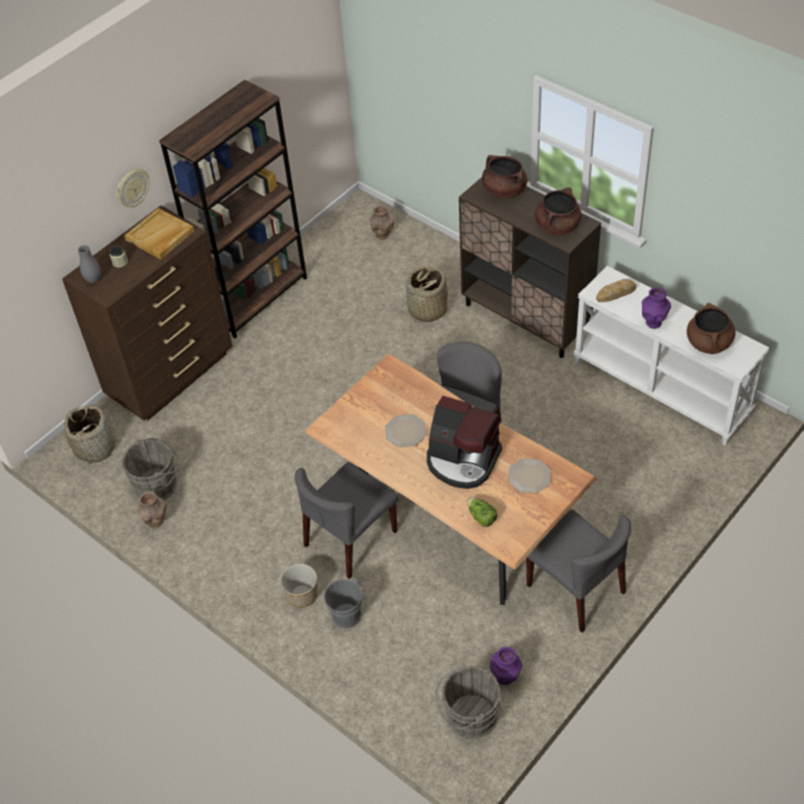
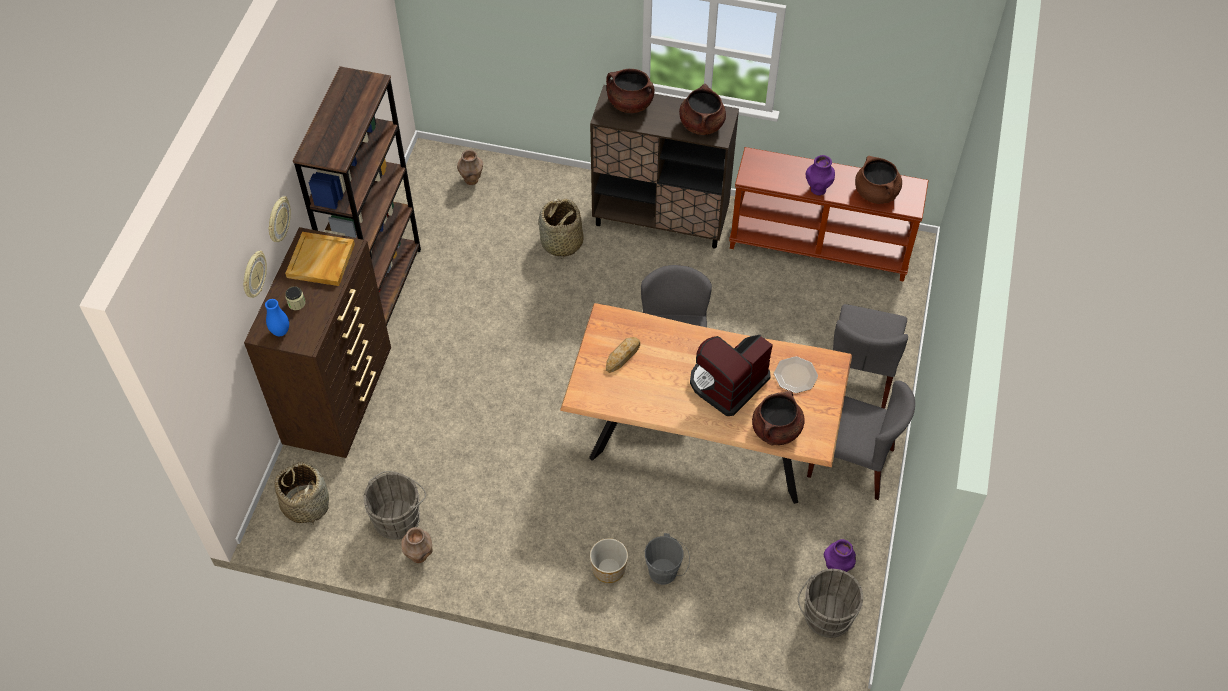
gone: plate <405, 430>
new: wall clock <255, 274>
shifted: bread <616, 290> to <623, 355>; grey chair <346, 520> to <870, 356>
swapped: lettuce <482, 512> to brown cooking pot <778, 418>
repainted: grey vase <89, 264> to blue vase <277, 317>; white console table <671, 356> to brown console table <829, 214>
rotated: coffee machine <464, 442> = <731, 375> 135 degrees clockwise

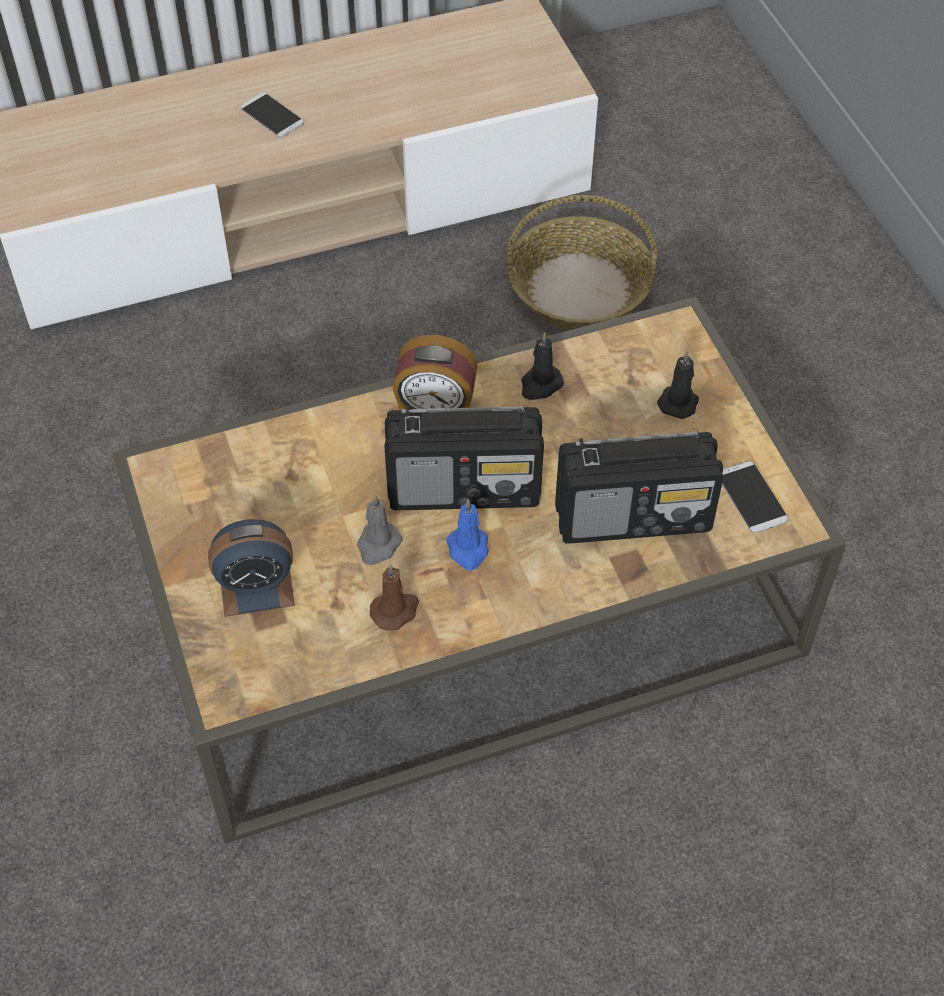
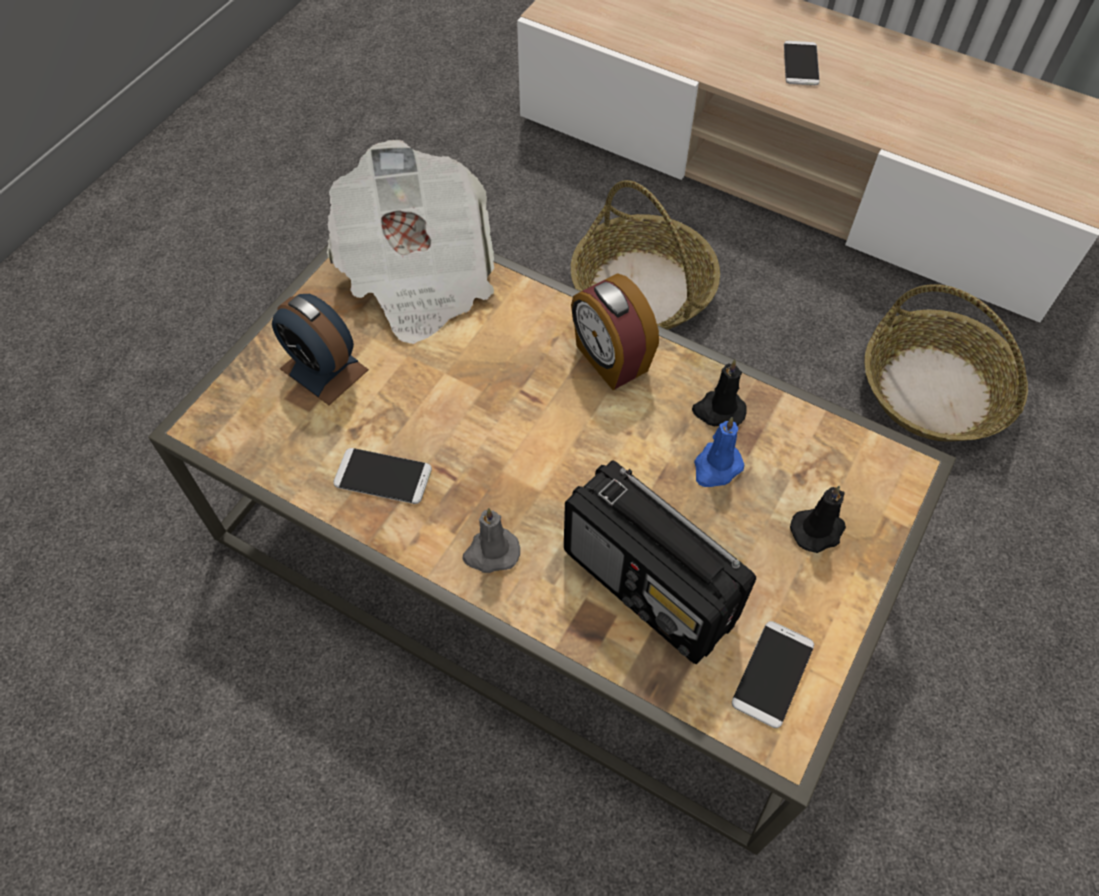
gone: radio <464, 458>
new: newspaper <410, 242>; basket <645, 255>
shifted: grey candle <379, 530> to <491, 540>; blue candle <467, 535> to <719, 452>
swapped: brown candle <394, 597> to phone <382, 476>

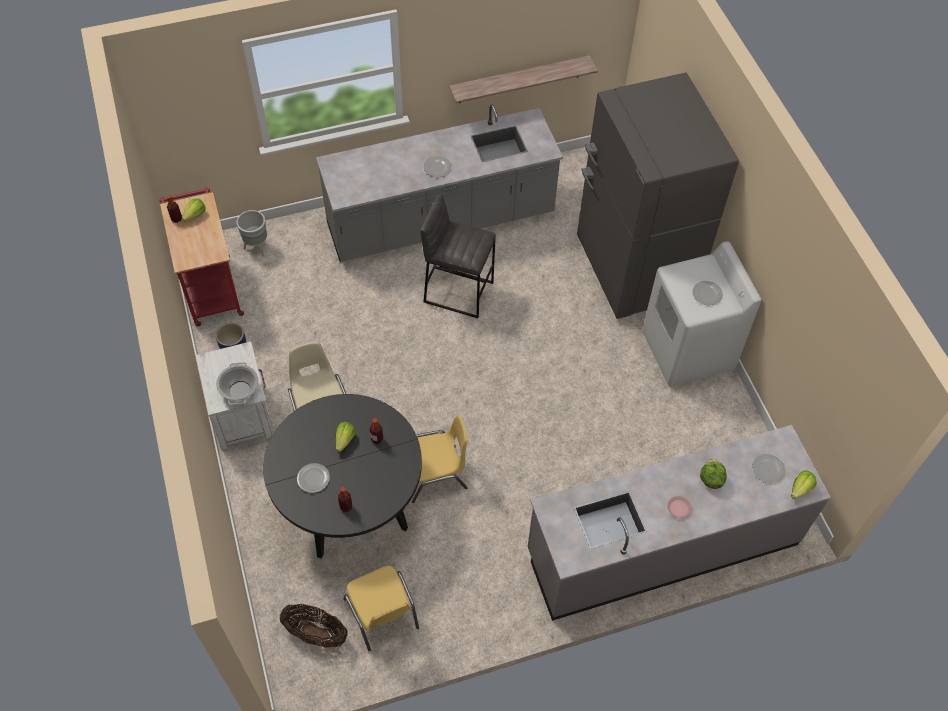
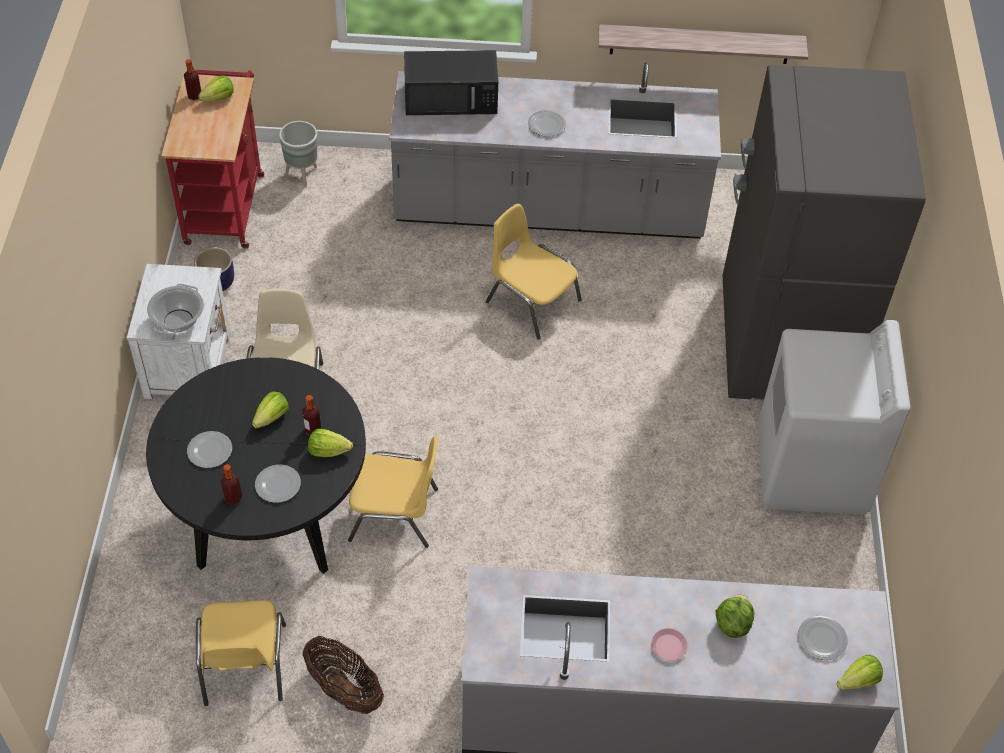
new: black microwave <451, 82>; lettuce <330, 443>
shifted: plate <707, 293> to <278, 483>; basket <314, 626> to <343, 675>
swapped: grey stool <458, 256> to yellow chair <534, 271>

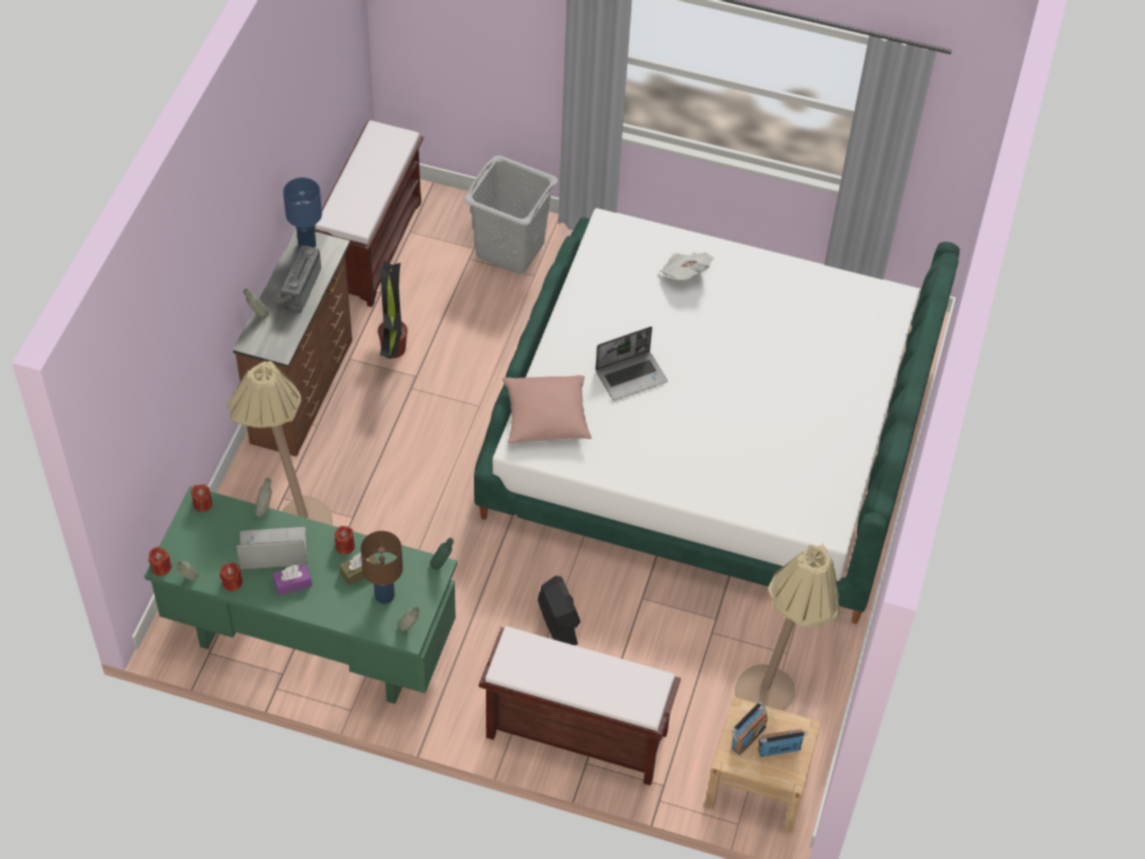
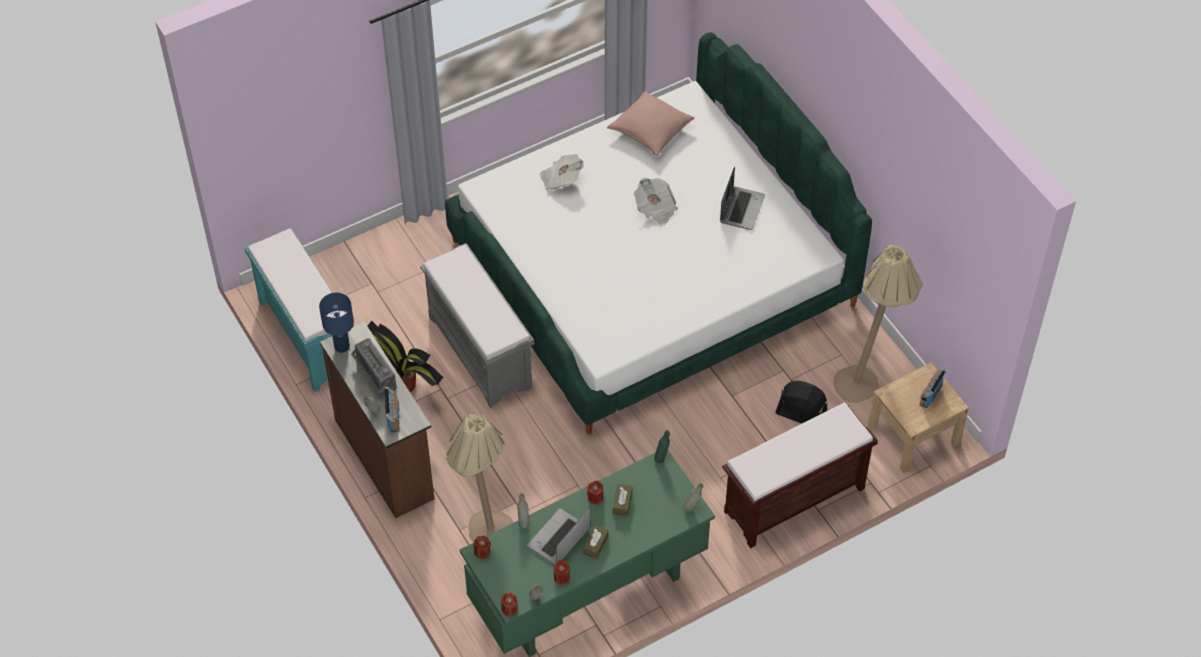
gone: grey laundry basket <511, 214>; brown table lamp <382, 567>
new: newspaper <656, 201>; grey bench <477, 325>
shifted: laptop <631, 363> to <742, 198>; pink pillow <547, 409> to <651, 123>; black fan <559, 610> to <801, 402>; radio <750, 728> to <392, 409>
repainted: brown bench <368, 213> to turquoise bench <299, 310>; purple tissue box <292, 580> to brown tissue box <595, 542>

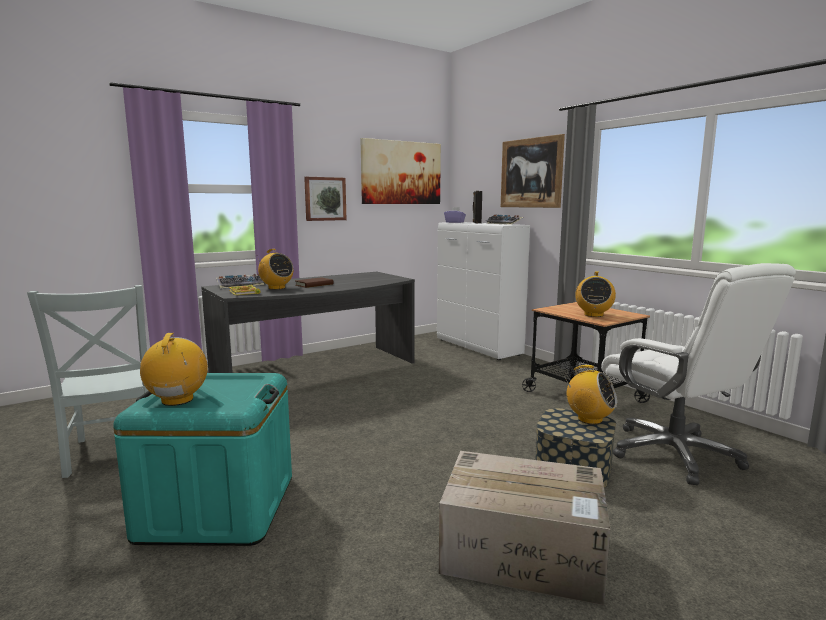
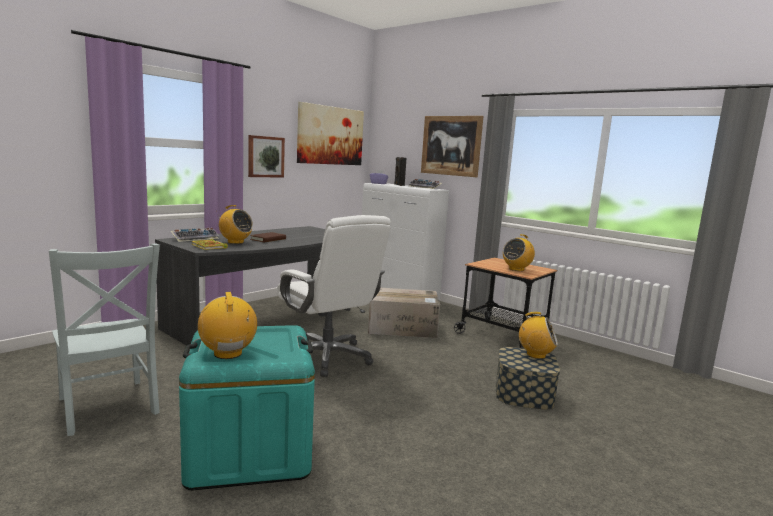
shifted: white office chair <698, 374> to <333, 296>; cardboard box <524, 528> to <404, 313>
rotated: radio <595, 294> = <519, 252> 45 degrees clockwise

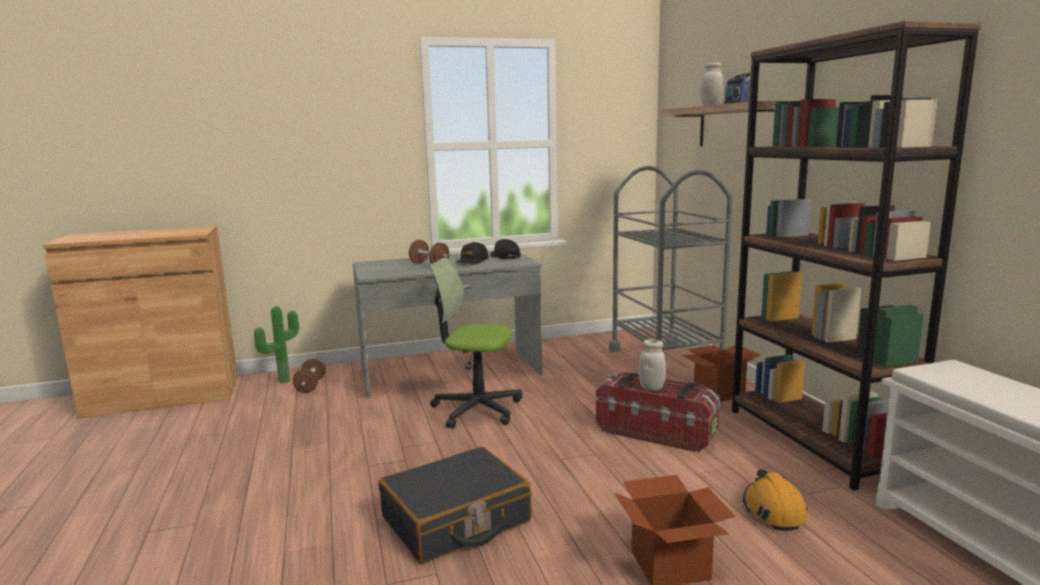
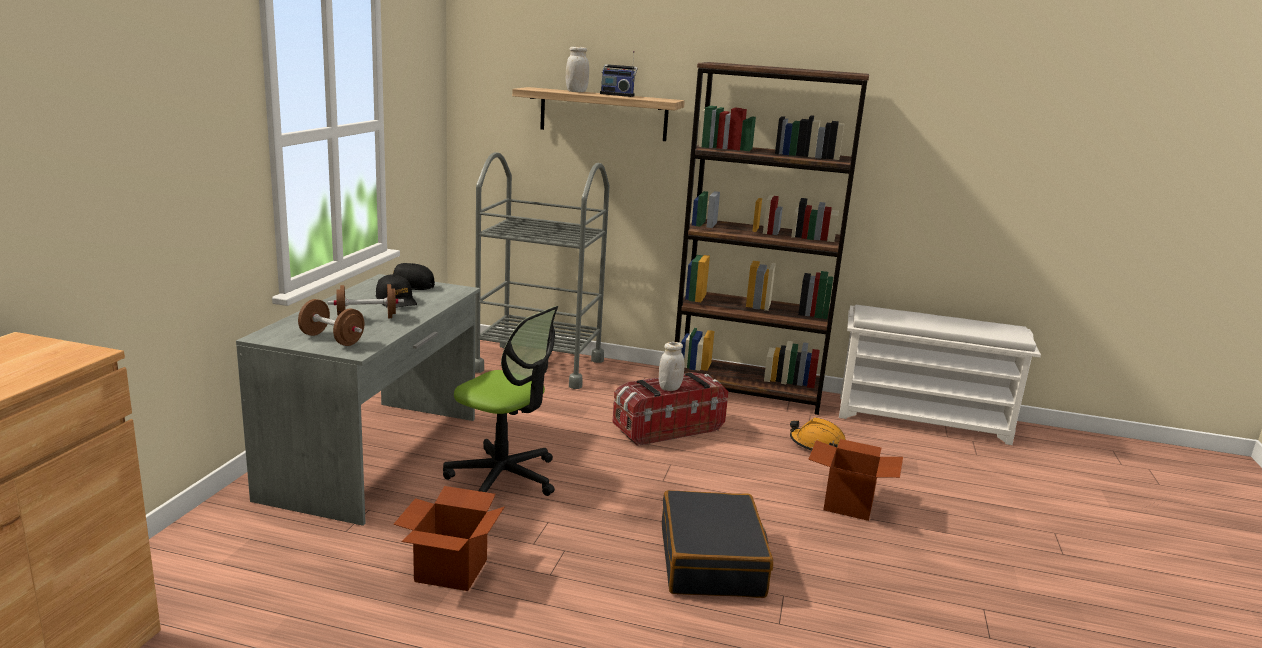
gone: potted plant <276, 345>
shifted: cardboard box <721, 373> to <449, 538>; brown dumbbell <309, 375> to <331, 322>
rotated: office chair <476, 343> = <500, 401> 105 degrees counterclockwise

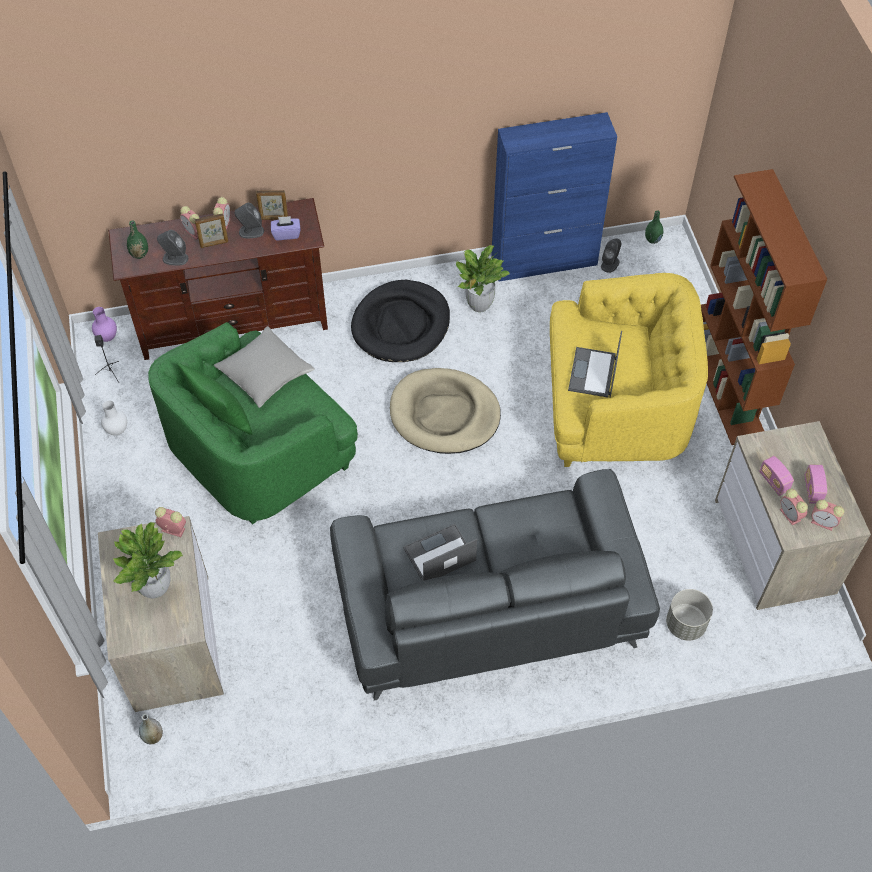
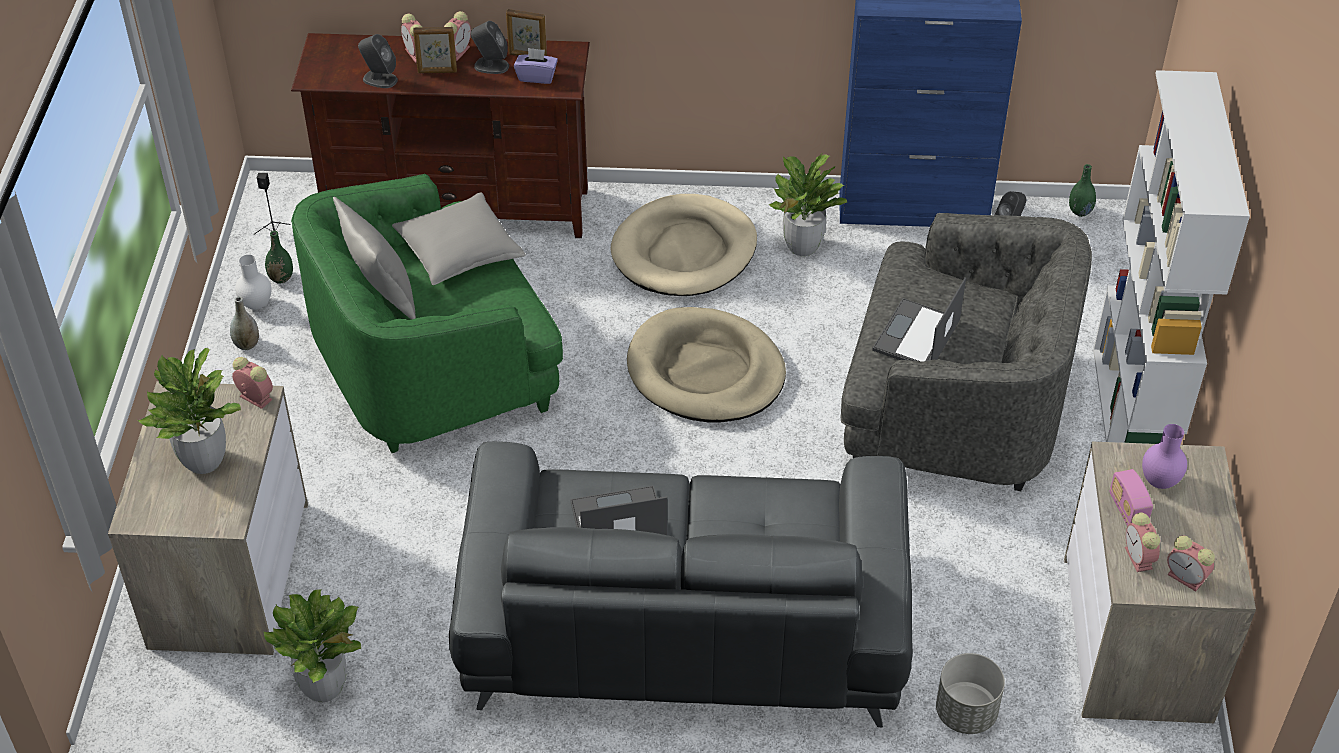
gone: radio <815, 484>
new: potted plant <312, 645>
shifted: green vase <137, 240> to <279, 257>; purple vase <104, 324> to <1164, 456>; grey vase <151, 729> to <244, 323>
repainted: brown bookcase <764, 307> to white bookcase <1171, 257>; yellow armchair <629, 370> to grey armchair <966, 352>; black dog bed <400, 321> to beige dog bed <683, 245>; green pillow <215, 399> to grey pillow <374, 258>

